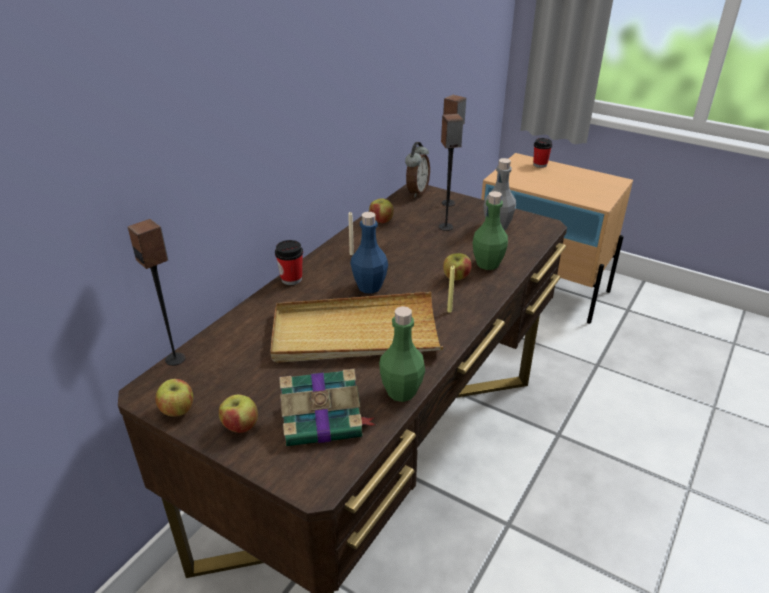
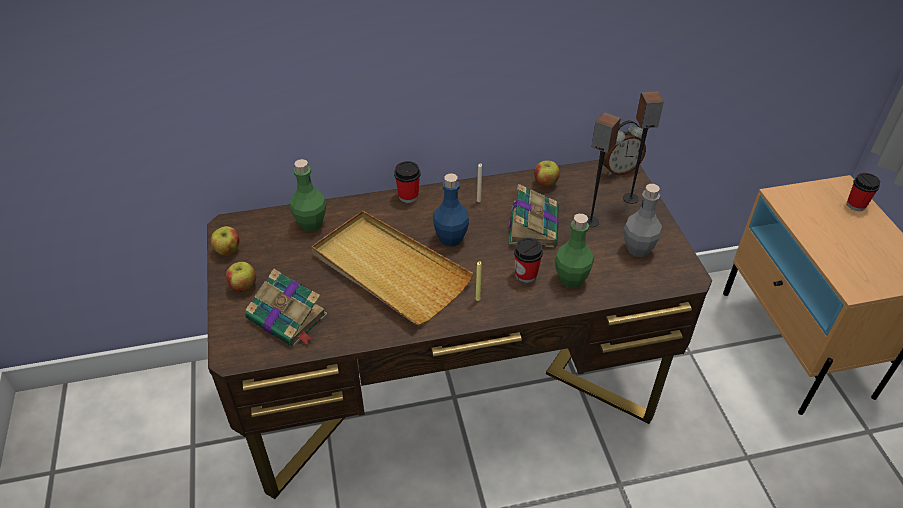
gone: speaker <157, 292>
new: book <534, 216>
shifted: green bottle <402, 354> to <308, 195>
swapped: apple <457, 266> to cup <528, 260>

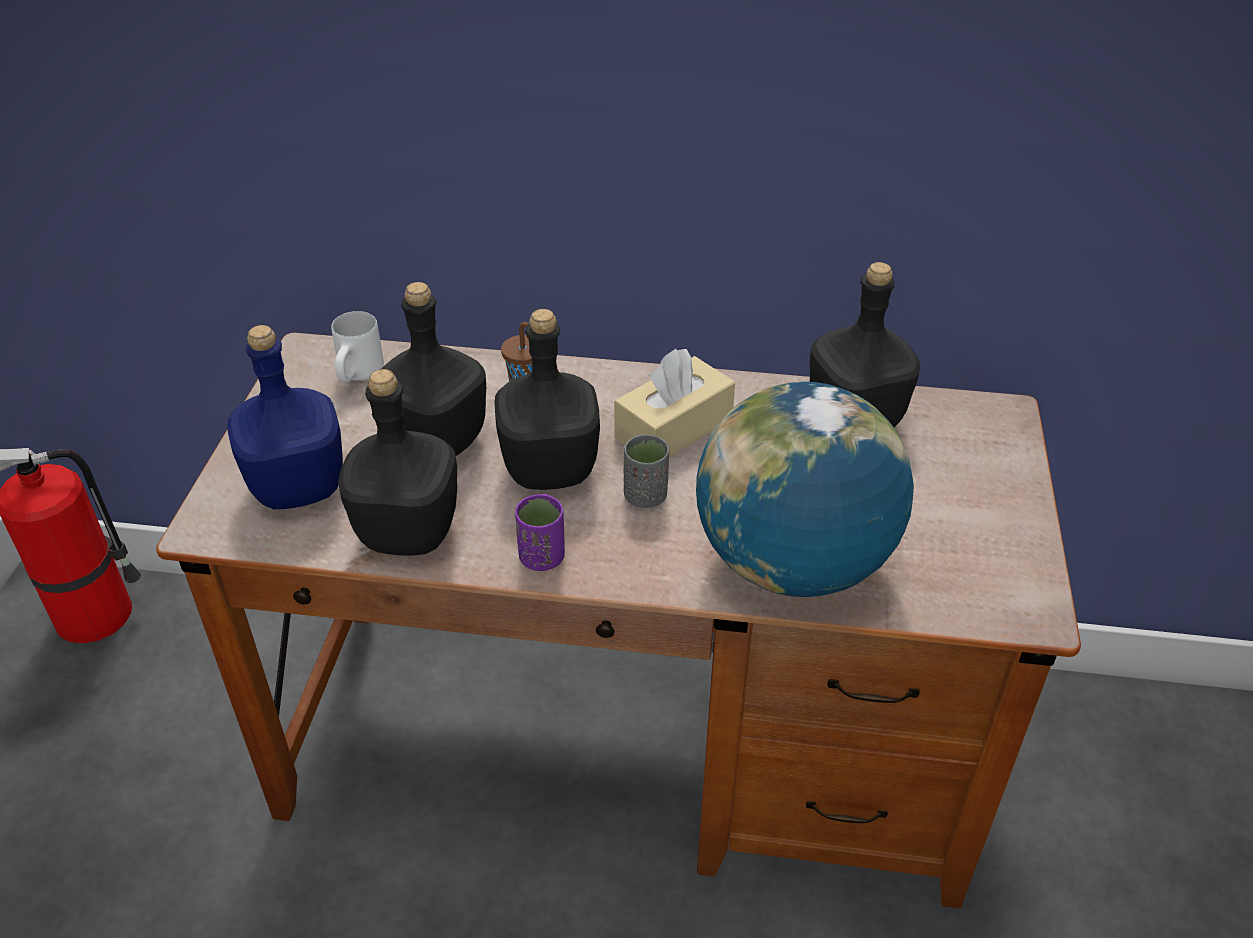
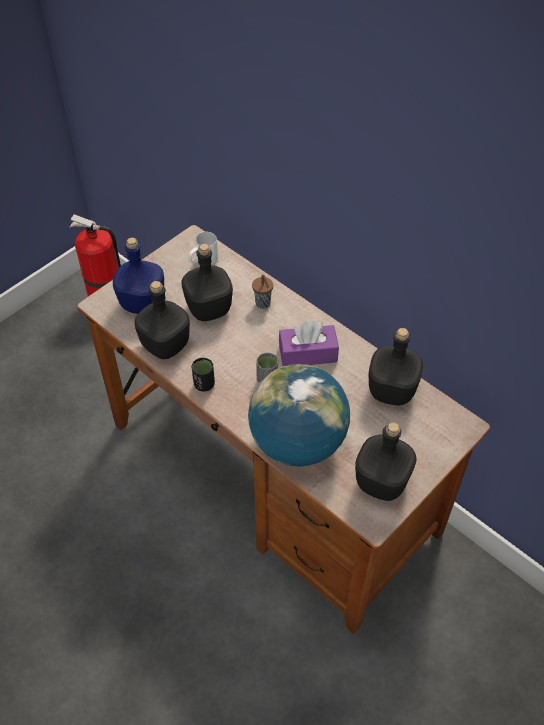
shifted: black bottle <547, 399> to <385, 461>
repainted: beige tissue box <674, 403> to purple tissue box <309, 343>; purple cup <540, 532> to black cup <203, 375>

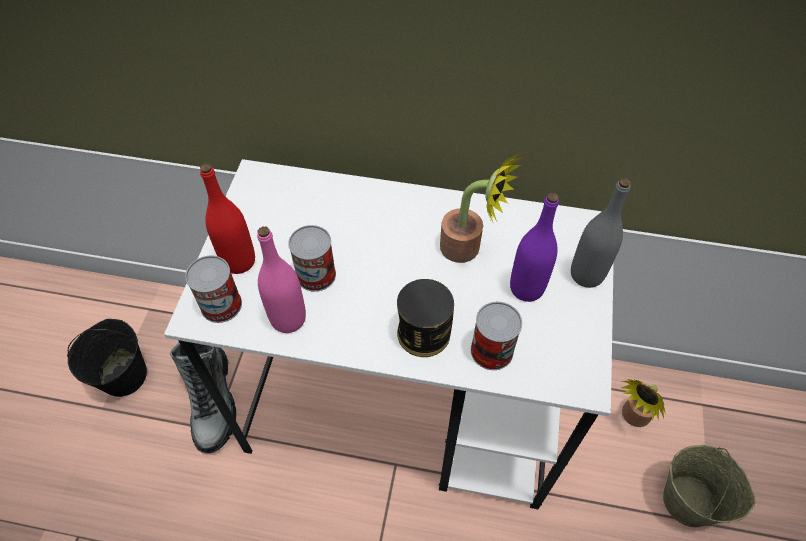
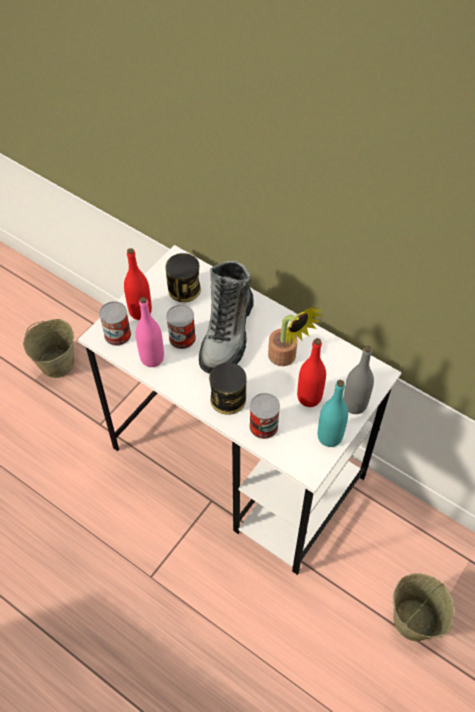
gone: potted plant <643, 403>
new: can <183, 277>; turquoise bottle <333, 413>
shifted: boot <203, 398> to <226, 317>
repainted: purple bottle <534, 247> to red bottle <311, 372>; black bucket <107, 358> to beige bucket <48, 348>

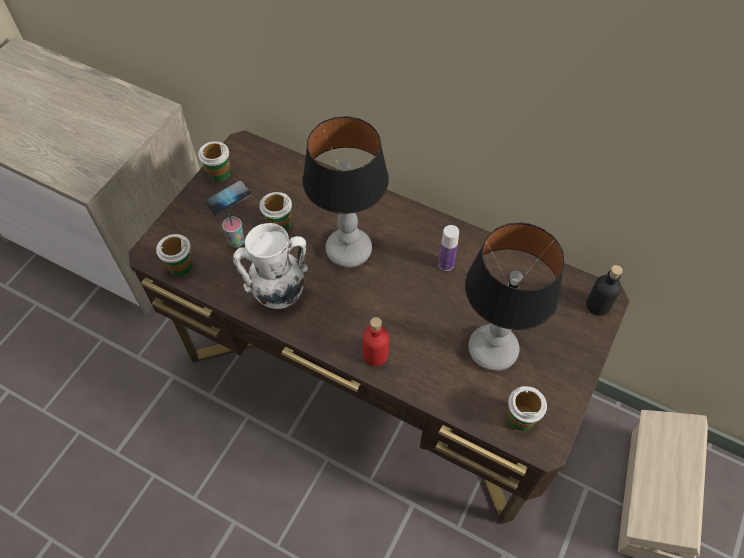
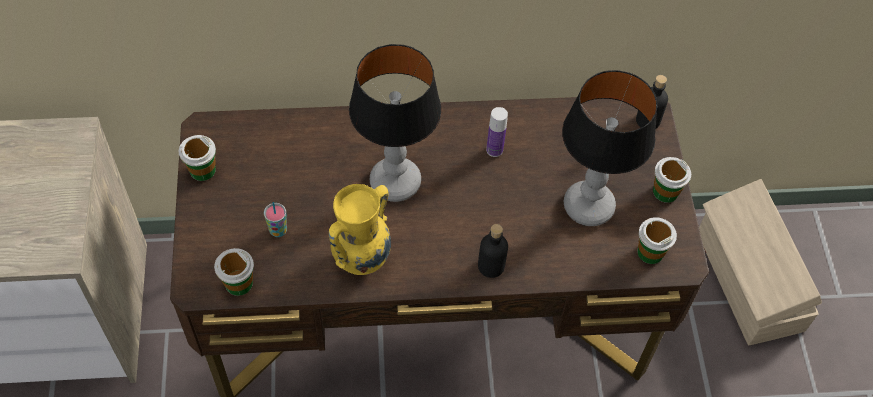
gone: phone <228, 198>
shifted: cup <275, 211> to <672, 180>
repainted: white vase <270, 266> to yellow vase <360, 229>; red bottle <375, 341> to black bottle <493, 251>

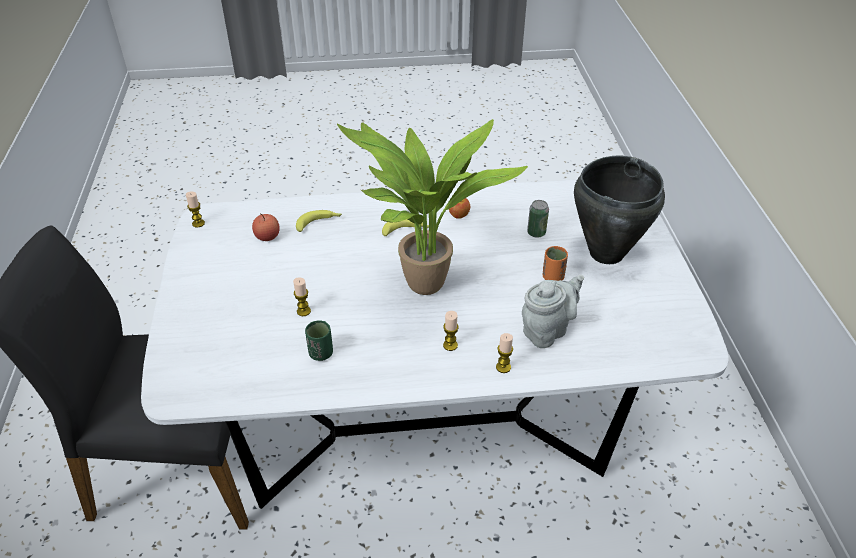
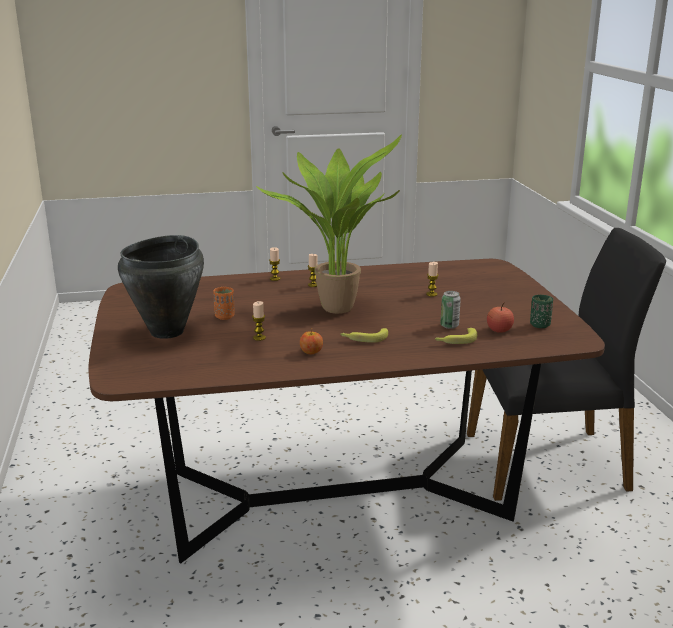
gone: grey teapot <553, 311>
shifted: candle <195, 209> to <259, 321>; can <538, 219> to <450, 310>; green cup <319, 340> to <541, 311>
repainted: white dining table <435, 344> to brown dining table <346, 411>

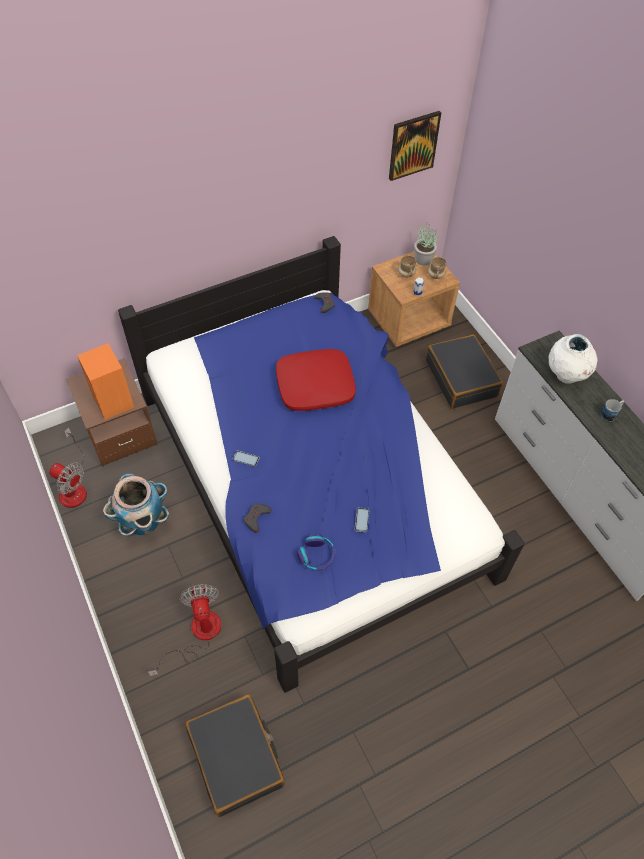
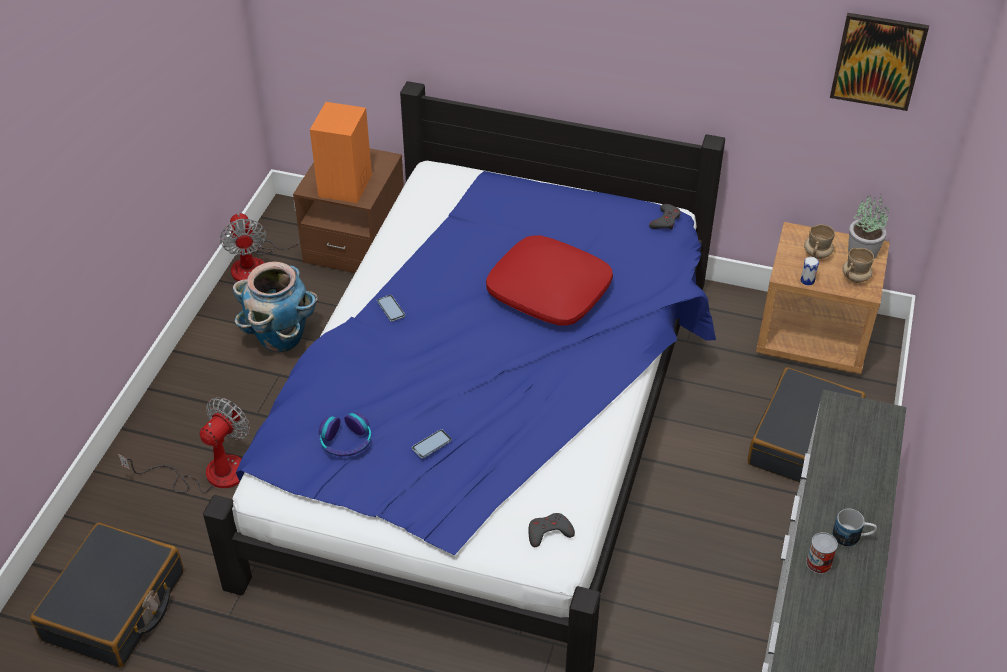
gone: white vase <573, 359>
new: can <822, 553>
shifted: grey game controller <257, 518> to <551, 530>

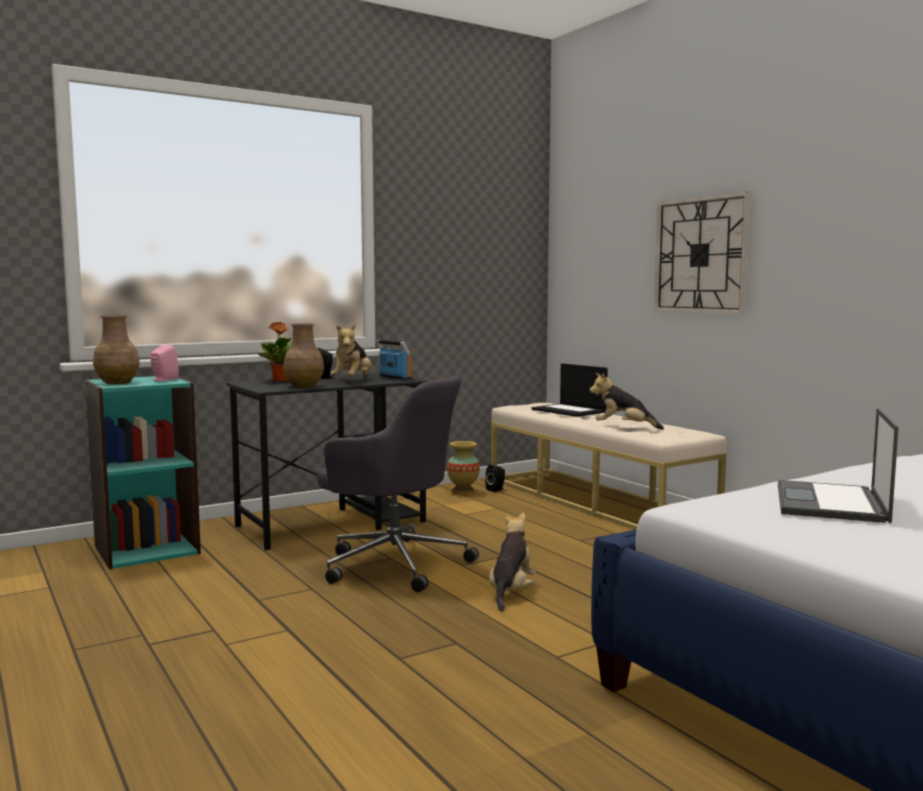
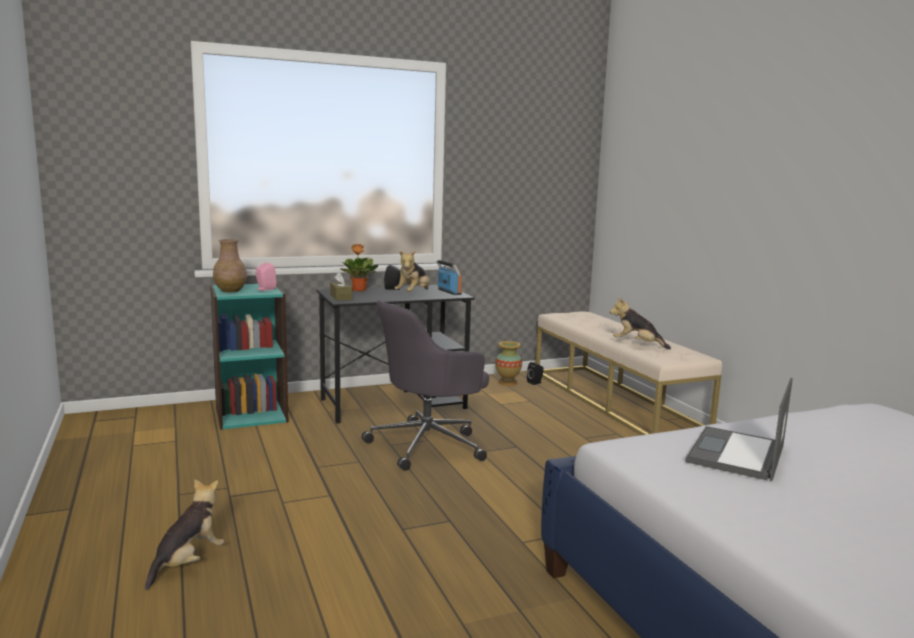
gone: wall clock <702, 252>; brown vase <304, 356>; laptop <570, 390>
new: brown tissue box <341, 286>
shifted: plush toy <512, 562> to <184, 534>
rotated: grey office chair <398, 484> = <425, 385> 105 degrees clockwise

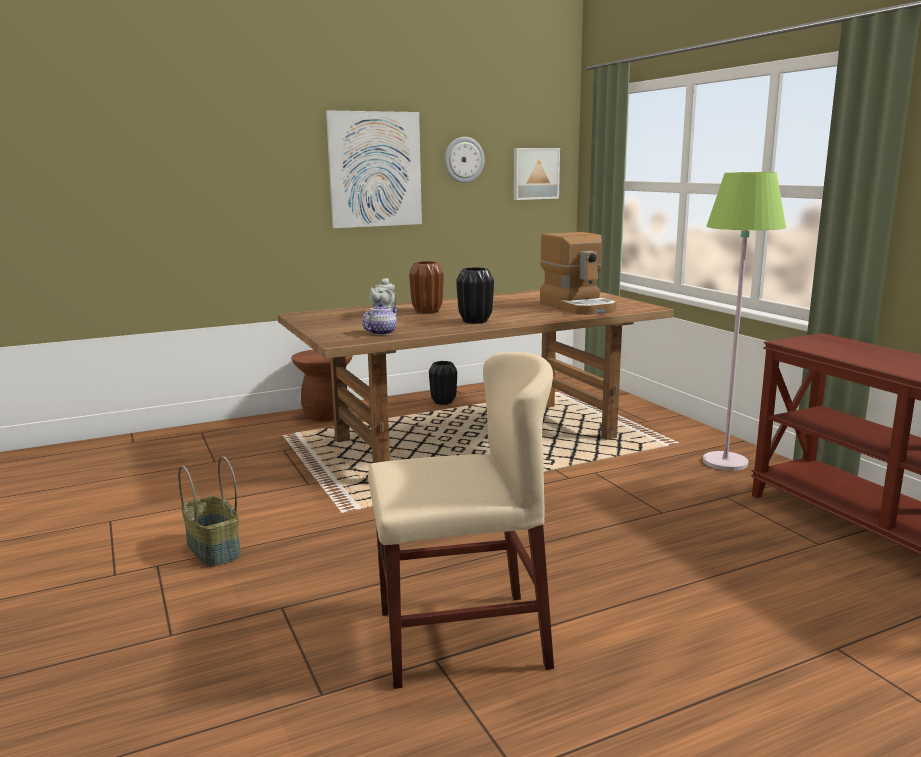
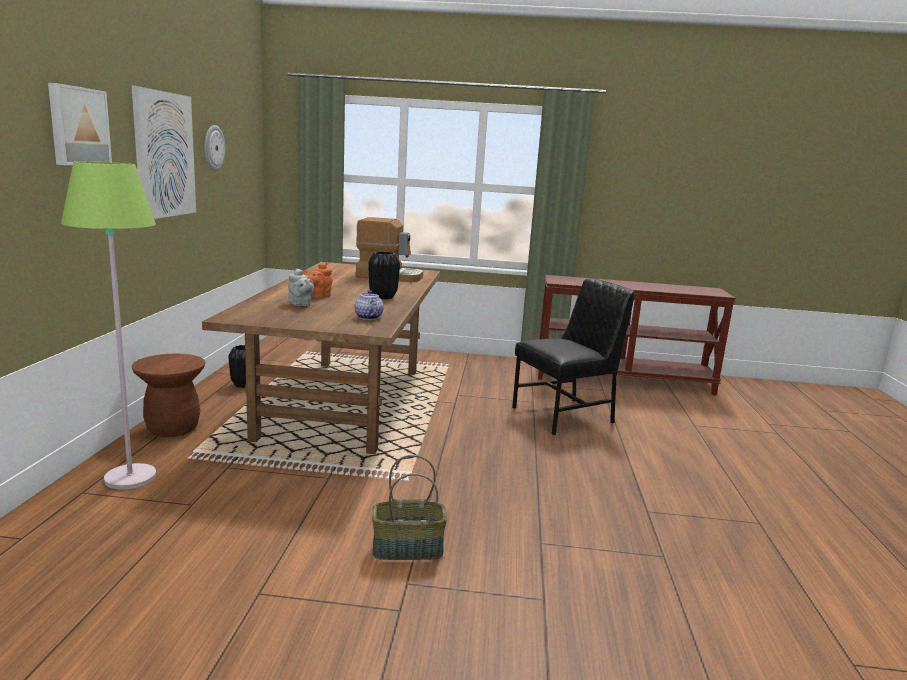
gone: beige chair <461, 520>
new: black chair <573, 356>
shifted: picture <536, 174> to <80, 124>; green floor lamp <744, 321> to <108, 325>
swapped: brown vase <426, 287> to orange teapot <318, 280>

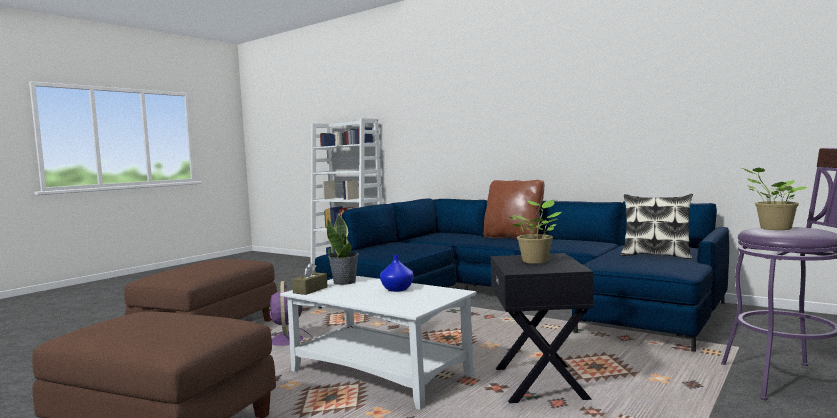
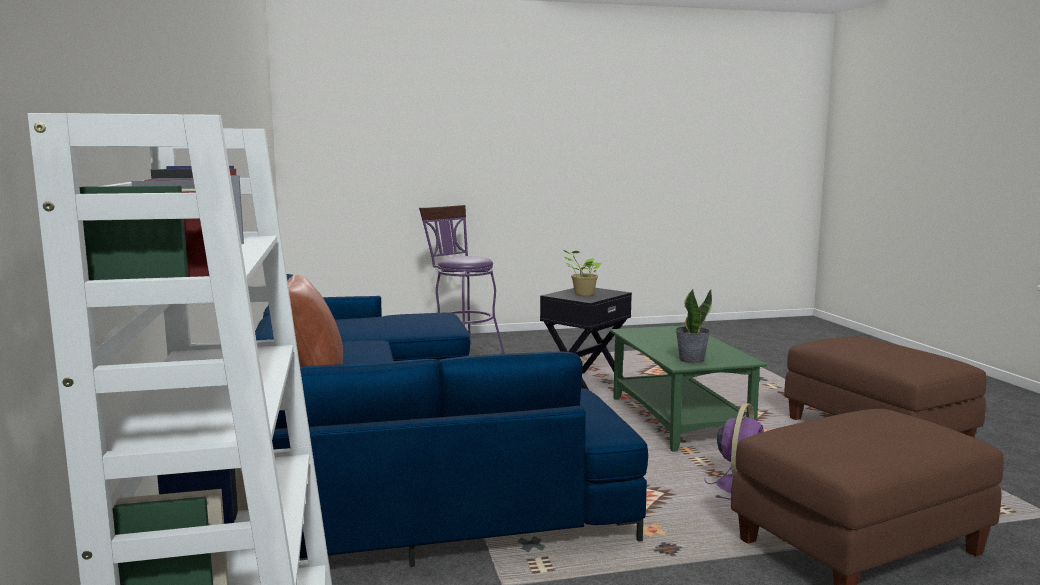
gone: potted plant <774, 199>; pillow <657, 226>; blue vase <397, 273>; brown tissue box <310, 279>
repainted: white coffee table <378, 343> to green coffee table <688, 388>

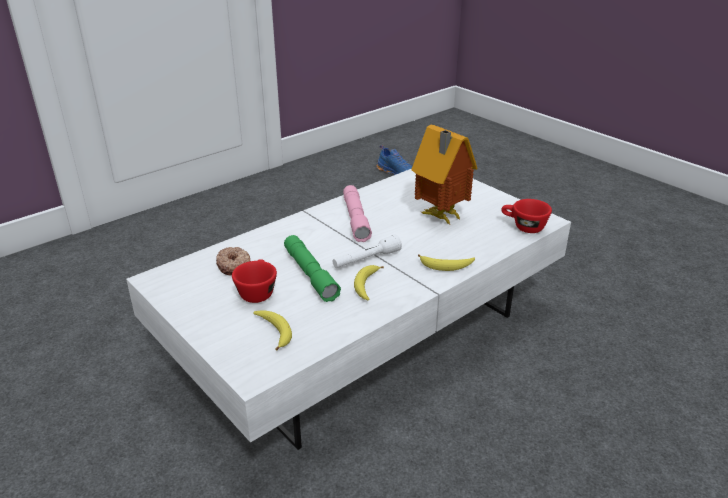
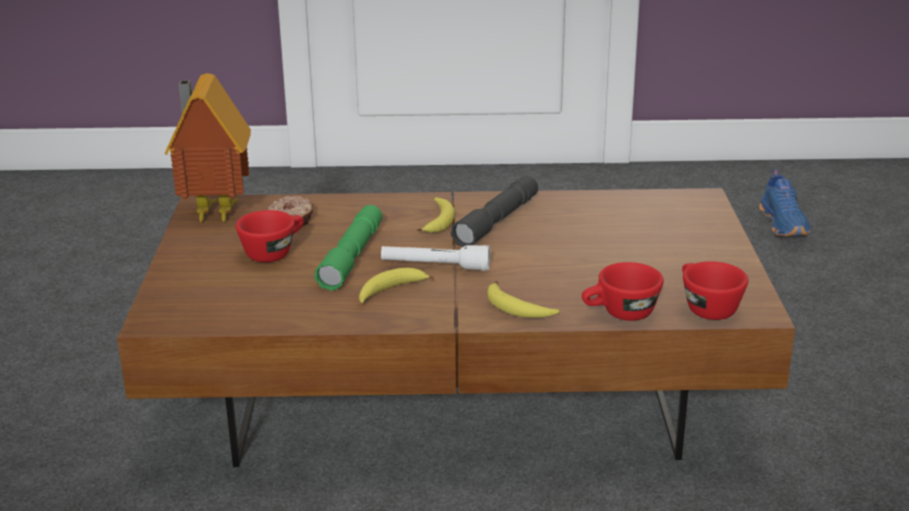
new: red cup <623, 291>
shifted: toy house <444, 175> to <207, 149>; banana <272, 331> to <436, 215>
repainted: white coffee table <348, 309> to brown coffee table <456, 327>; pink flashlight <357, 213> to grey flashlight <494, 211>

